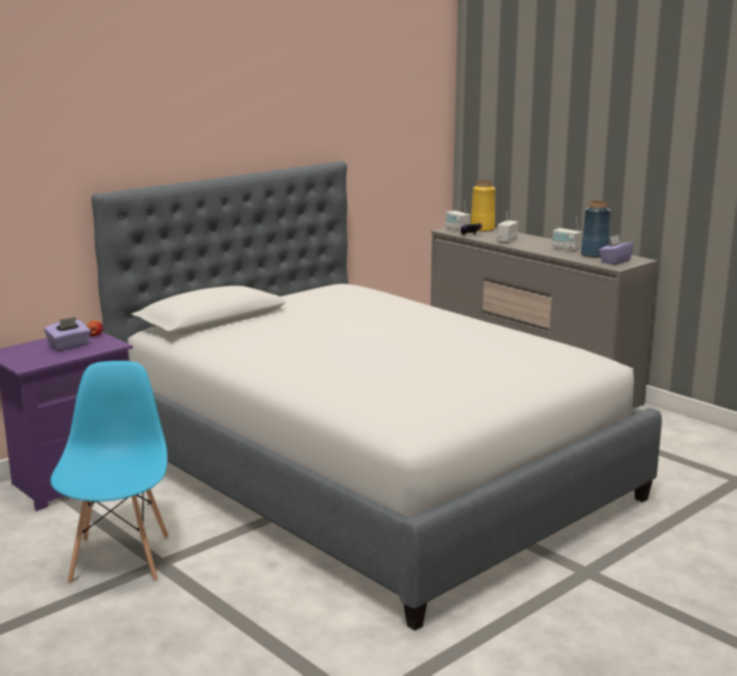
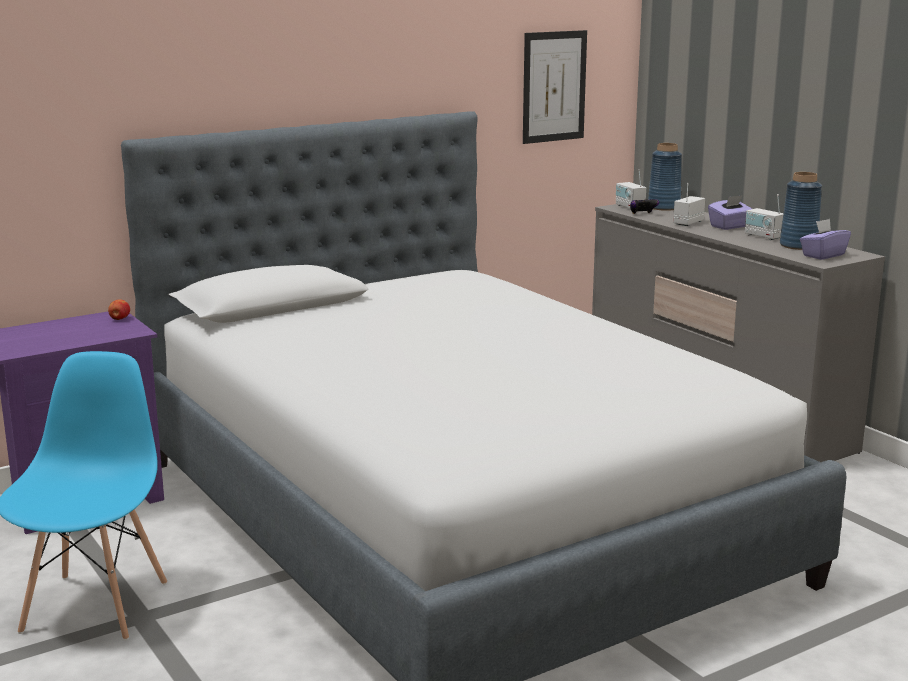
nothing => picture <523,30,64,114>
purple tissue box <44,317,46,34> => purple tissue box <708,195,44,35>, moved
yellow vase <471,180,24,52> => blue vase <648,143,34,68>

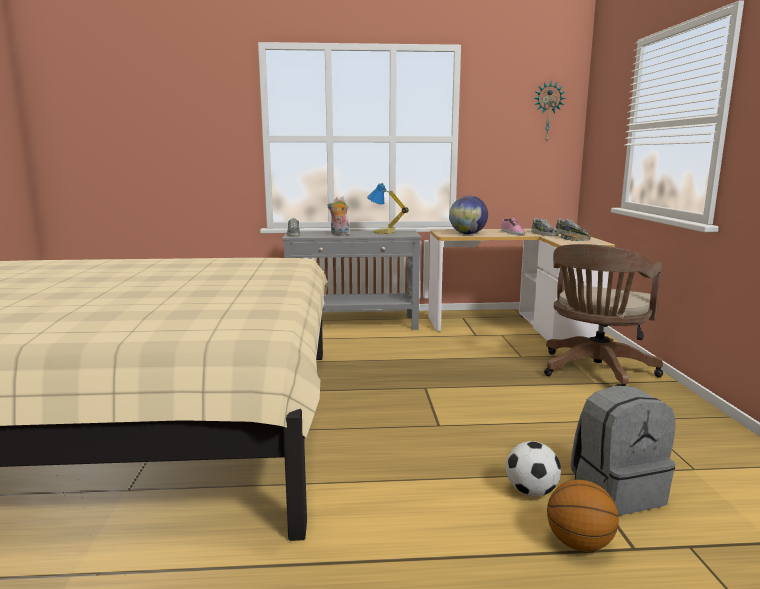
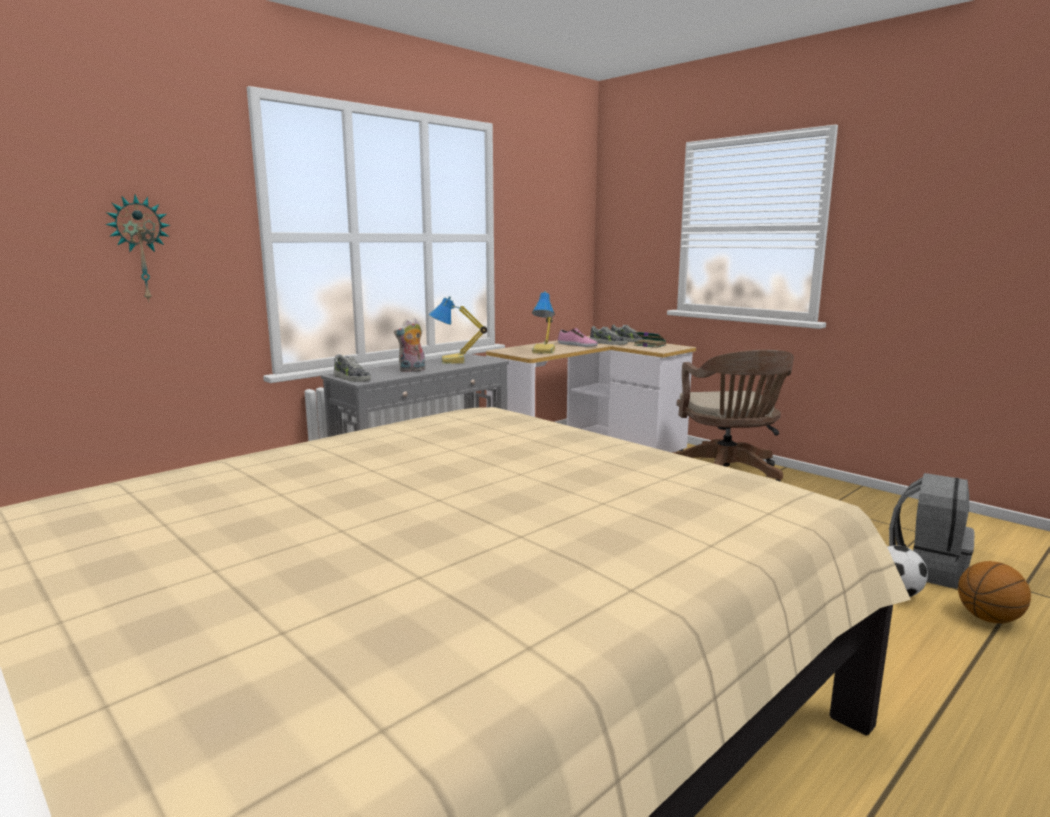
wall clock <534,82,32,61> => wall clock <105,194,65,109>, moved
globe <449,196,39,38> => table lamp <532,291,23,63>

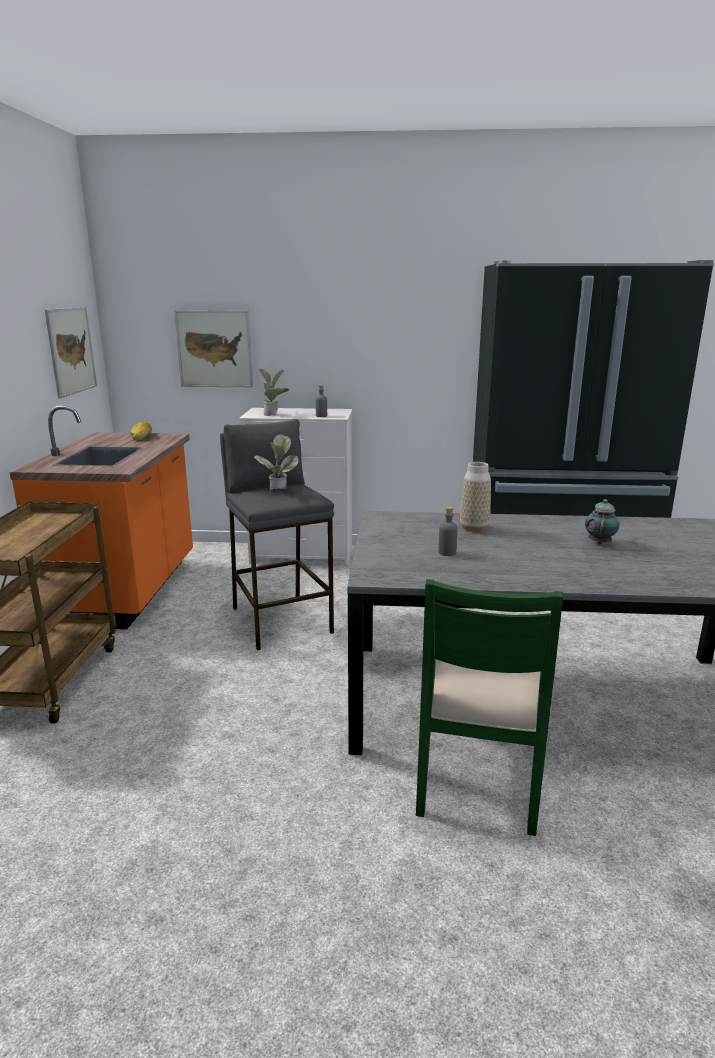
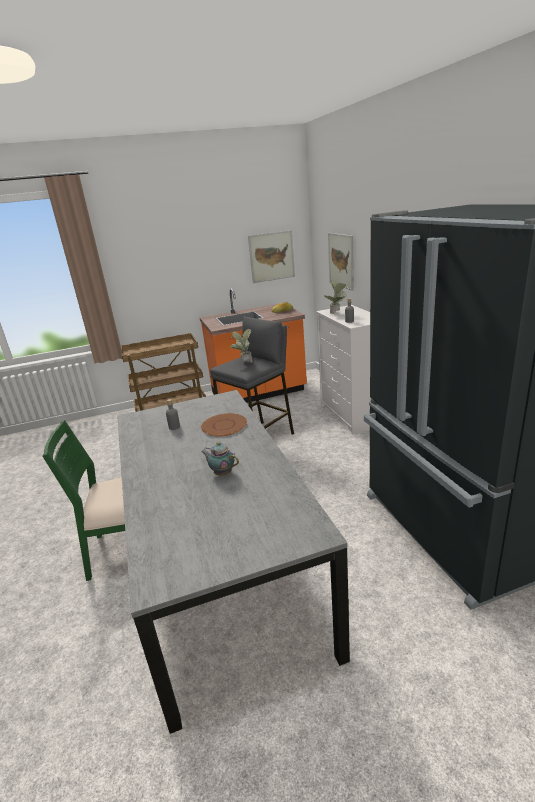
vase <460,462,31,70> => brown plate <201,413,46,23>
teapot <585,499,35,45> => teapot <201,442,38,34>, 150 degrees counterclockwise

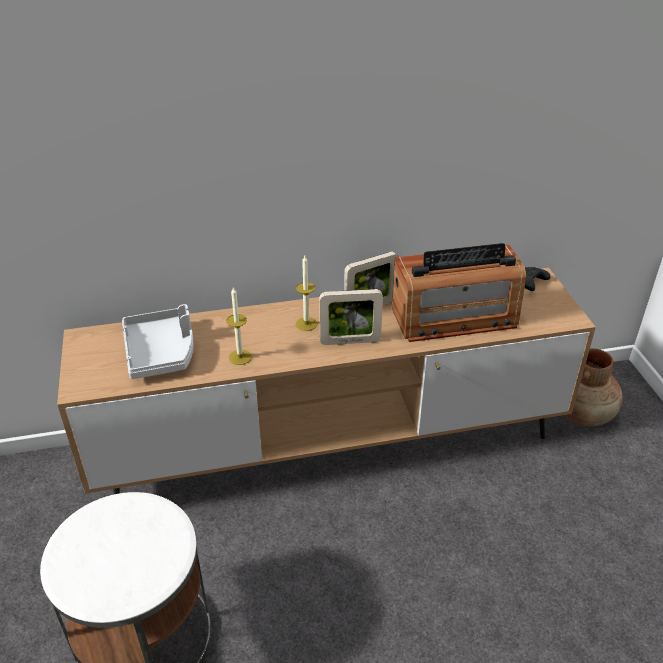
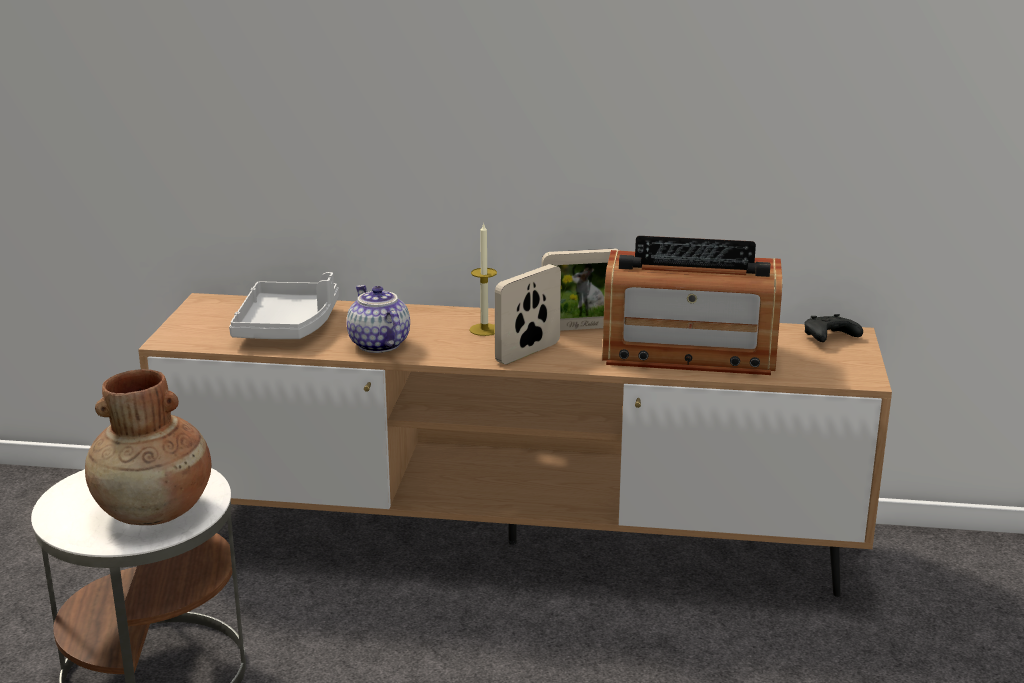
brown vase <565,348,58,78> => brown vase <85,369,126,156>, moved
candle <226,287,26,78> => teapot <347,285,63,68>
picture frame <319,289,64,56> => picture frame <495,264,66,100>, 120 degrees clockwise

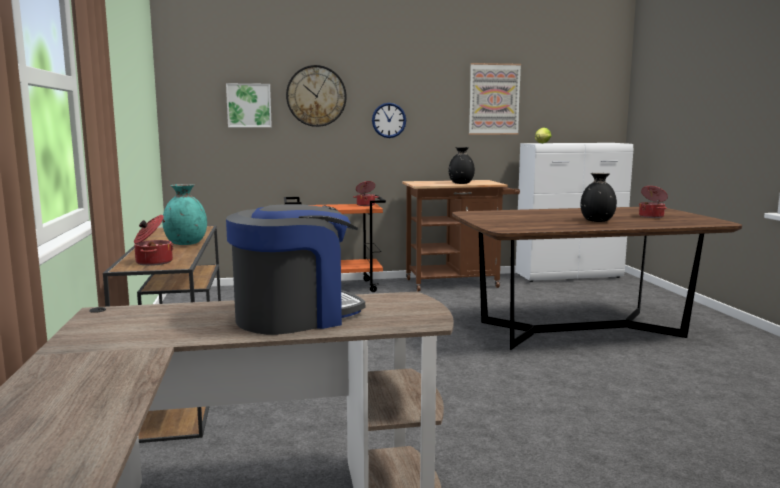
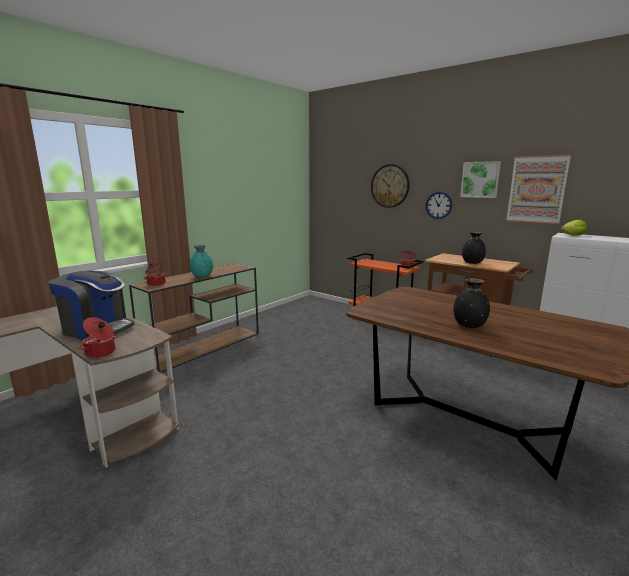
picture <226,83,46,44> => picture <460,161,41,37>, moved
cooking pot <639,186,29,32> => cooking pot <79,317,39,41>, moved

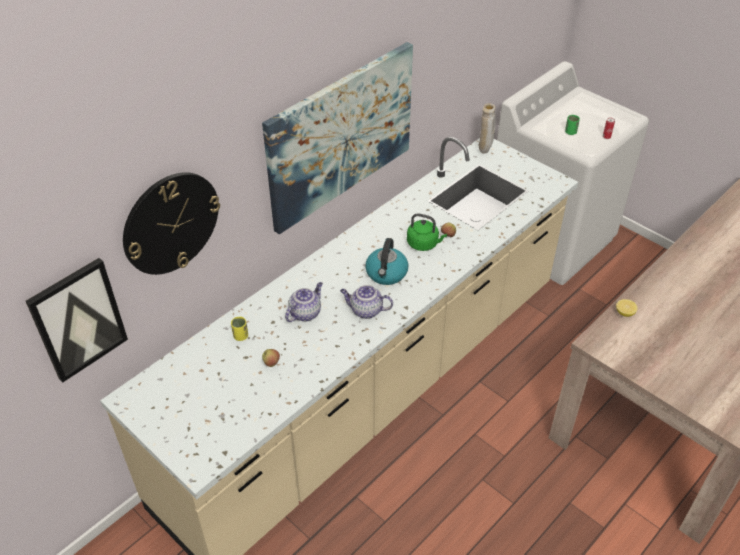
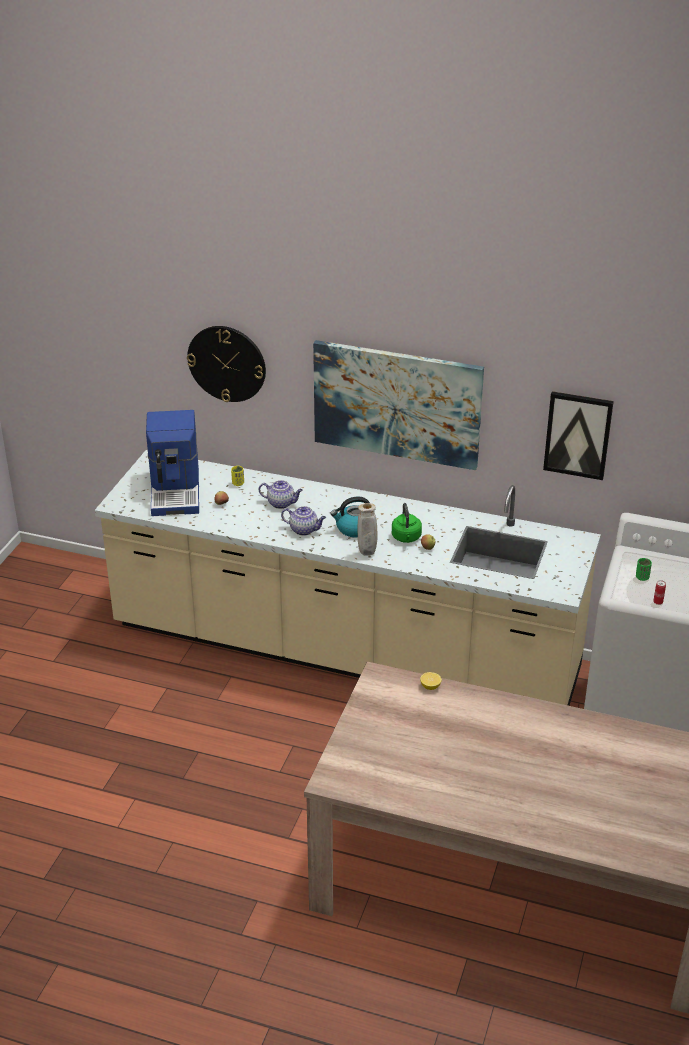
nothing => coffee machine <146,410,53,106>
picture <26,258,102,125> => picture <543,391,71,89>, moved
beige vase <479,103,17,51> => beige vase <358,503,19,53>, moved
teapot <340,285,53,34> => teapot <281,506,45,30>, 120 degrees clockwise

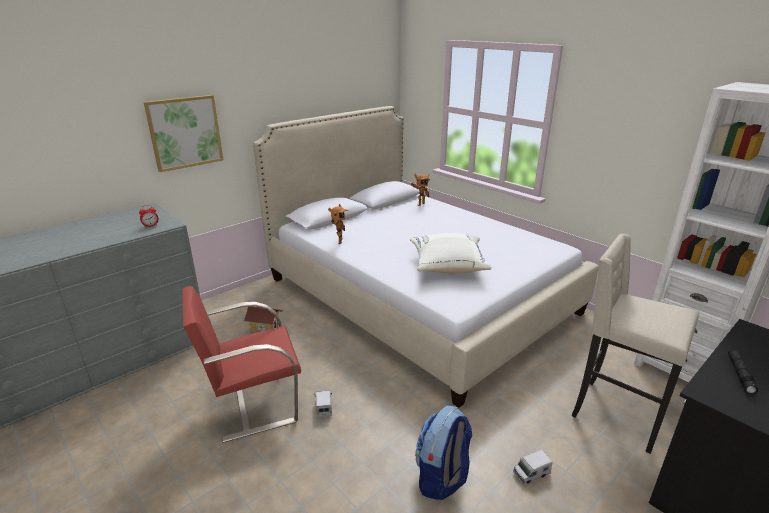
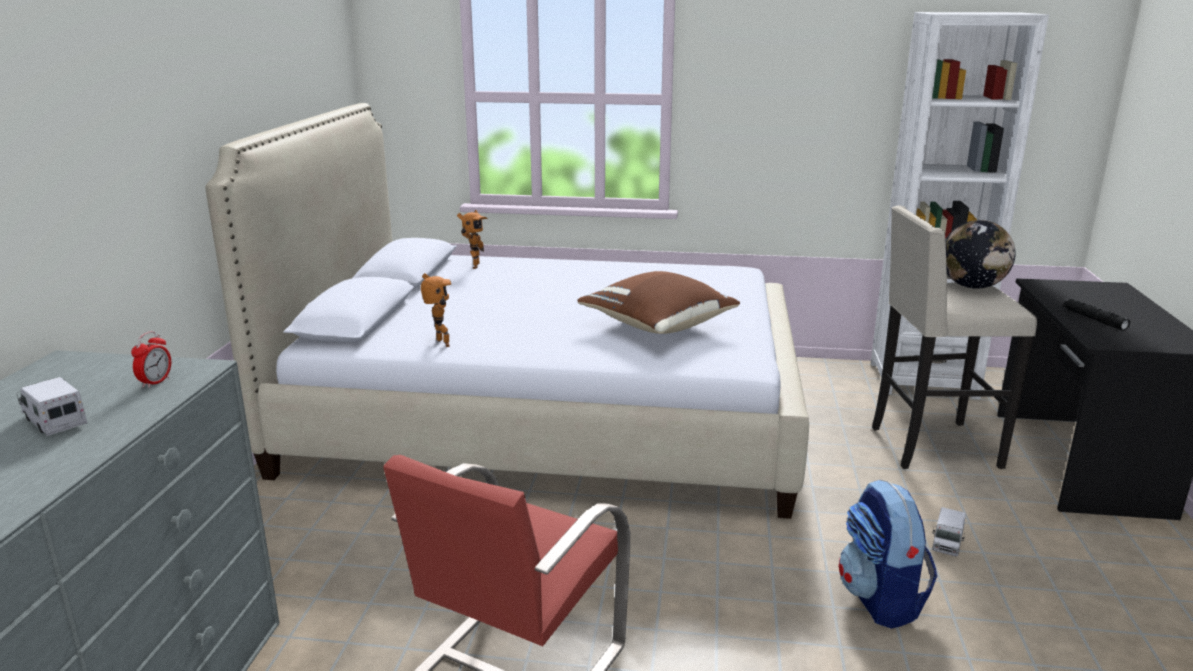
picture <144,95,79,77> => nothing
toy house <244,306,39,27> => nothing
nothing => globe <945,220,71,69>
toy truck <314,390,18,27> => toy truck <17,377,70,59>, moved
white pillow <410,233,82,41> => brown pillow <577,271,163,63>

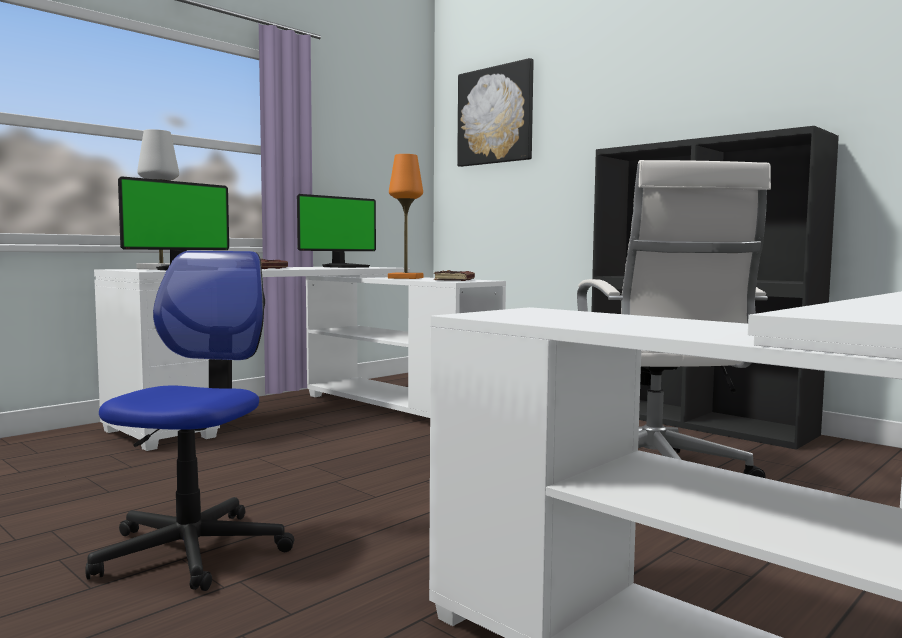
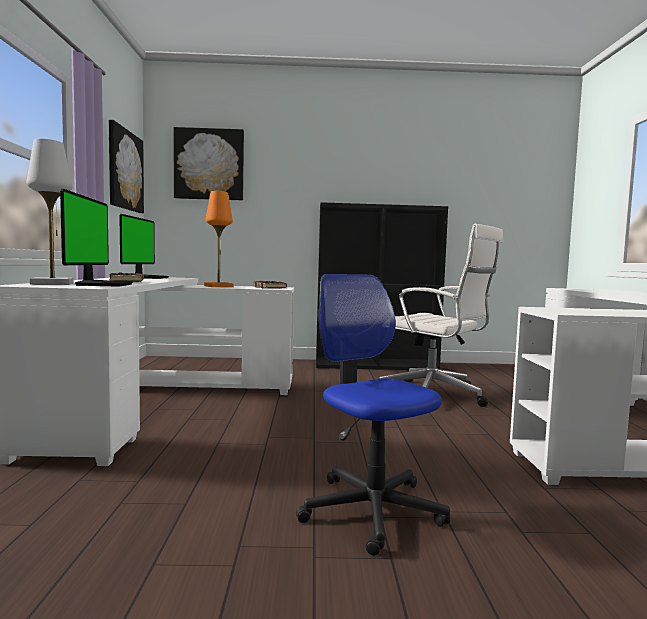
nothing => picture <109,120,35,93>

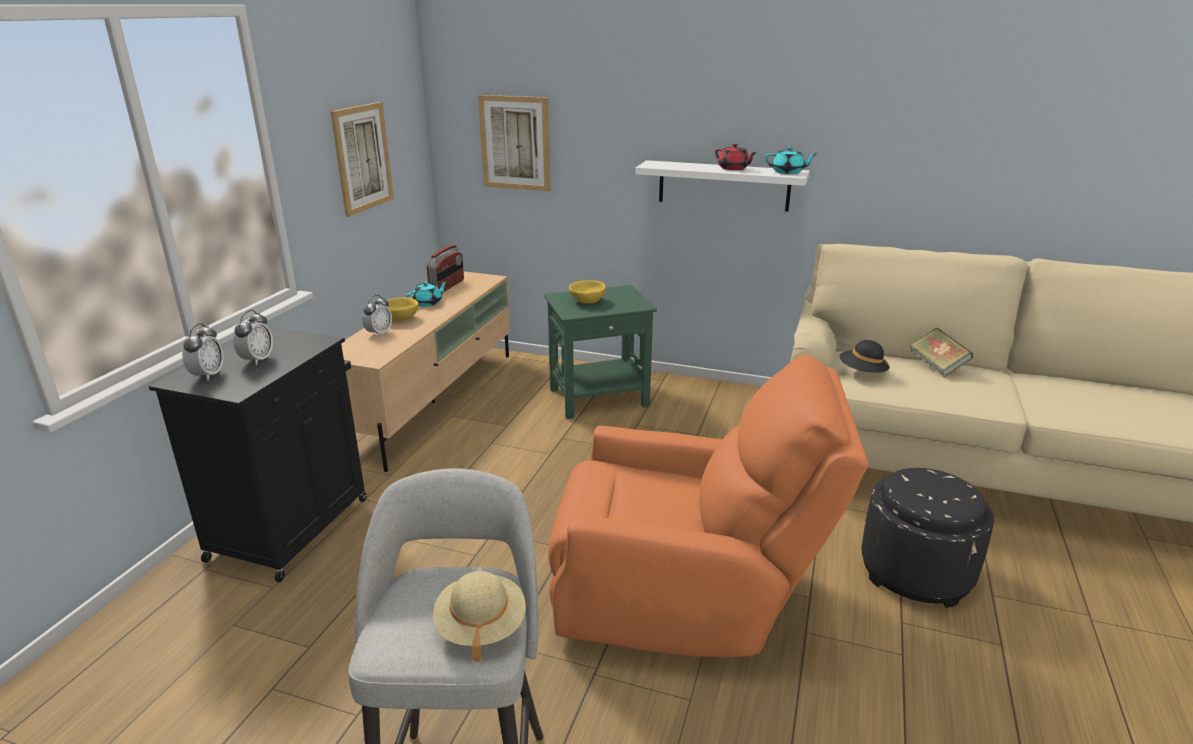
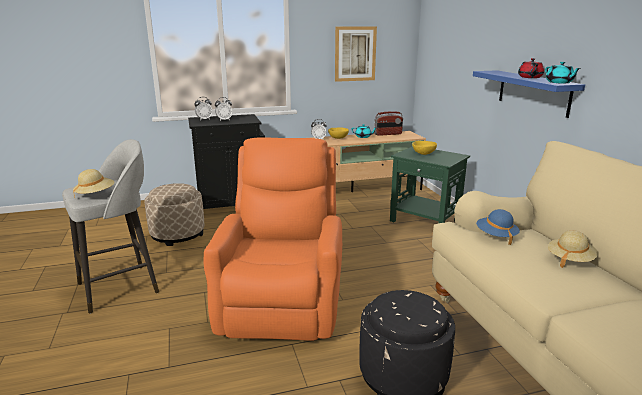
picture <478,95,73,96> => nothing
nothing => beige ottoman <144,183,60,63>
book <910,328,63,49> => beige hat <548,230,50,38>
white shelf <635,160,174,52> => blue shelf <473,70,112,48>
black hat <840,340,50,35> => blue hat <476,209,44,36>
orange armchair <548,355,321,302> => orange armchair <204,137,138,204>, 150 degrees counterclockwise

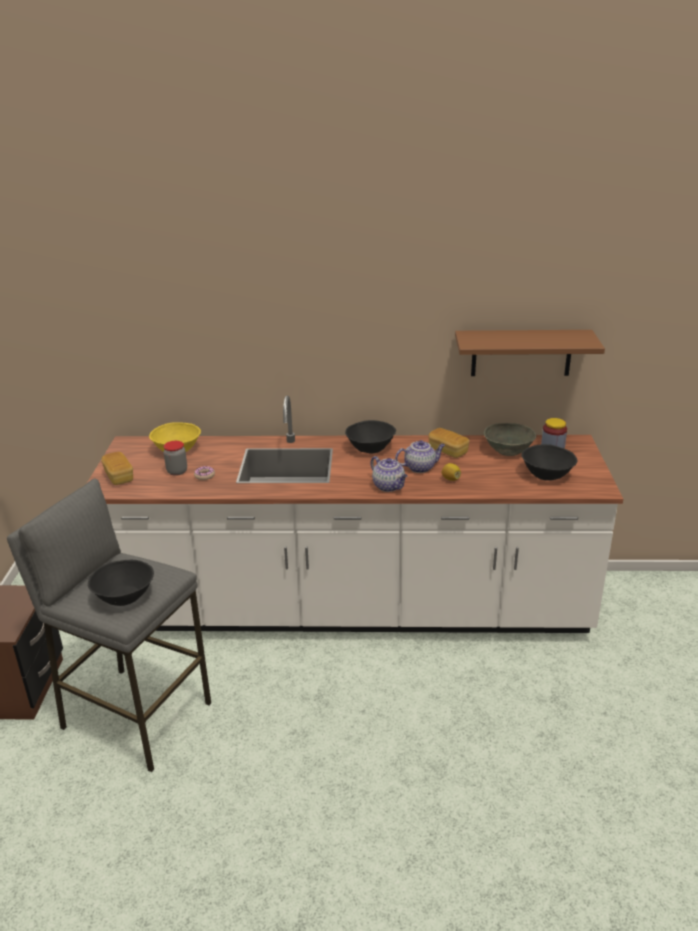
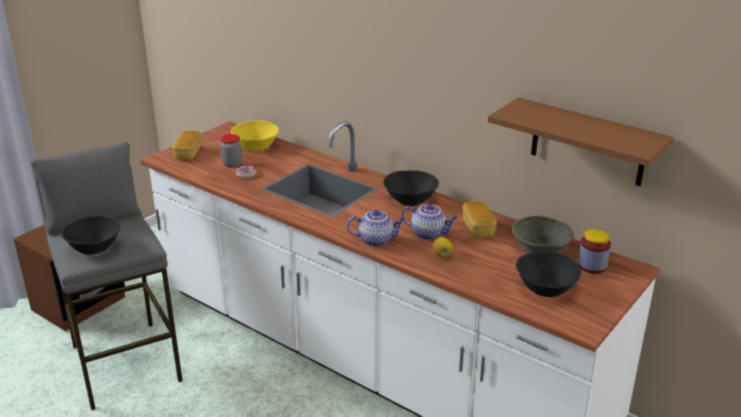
teapot <370,456,38,36> => teapot <347,210,58,36>, 90 degrees counterclockwise

